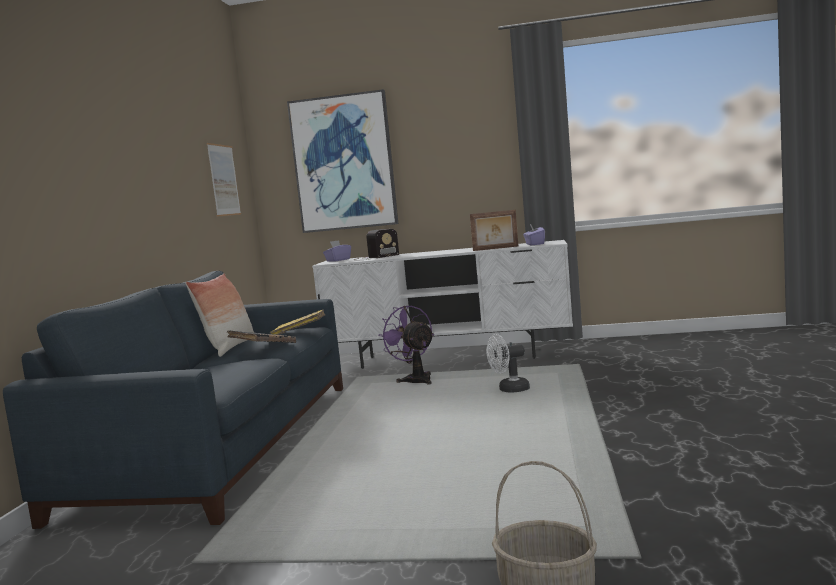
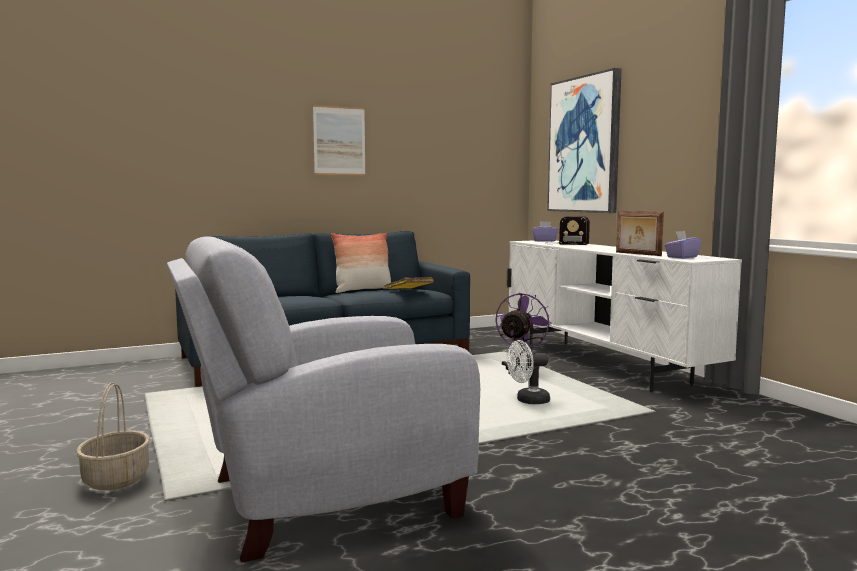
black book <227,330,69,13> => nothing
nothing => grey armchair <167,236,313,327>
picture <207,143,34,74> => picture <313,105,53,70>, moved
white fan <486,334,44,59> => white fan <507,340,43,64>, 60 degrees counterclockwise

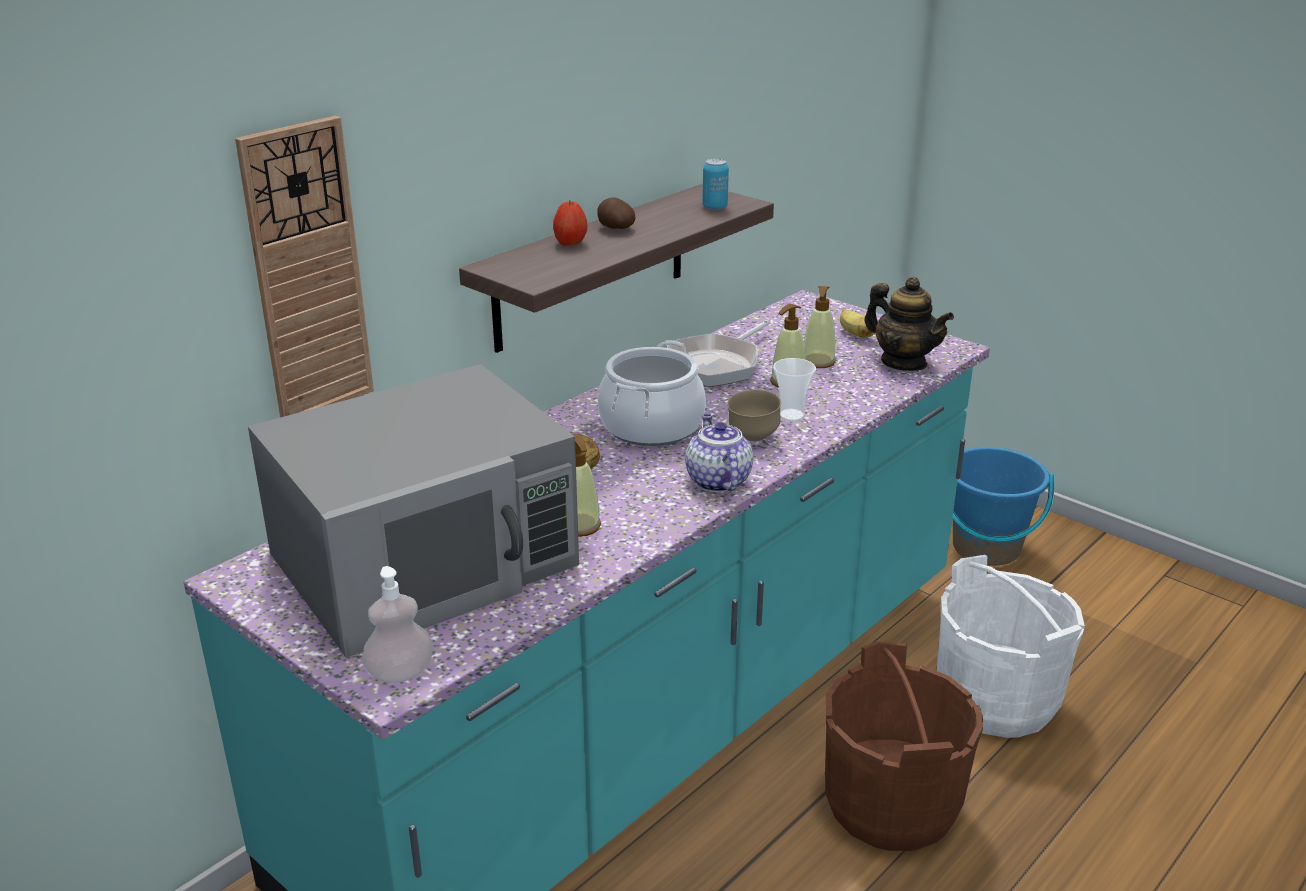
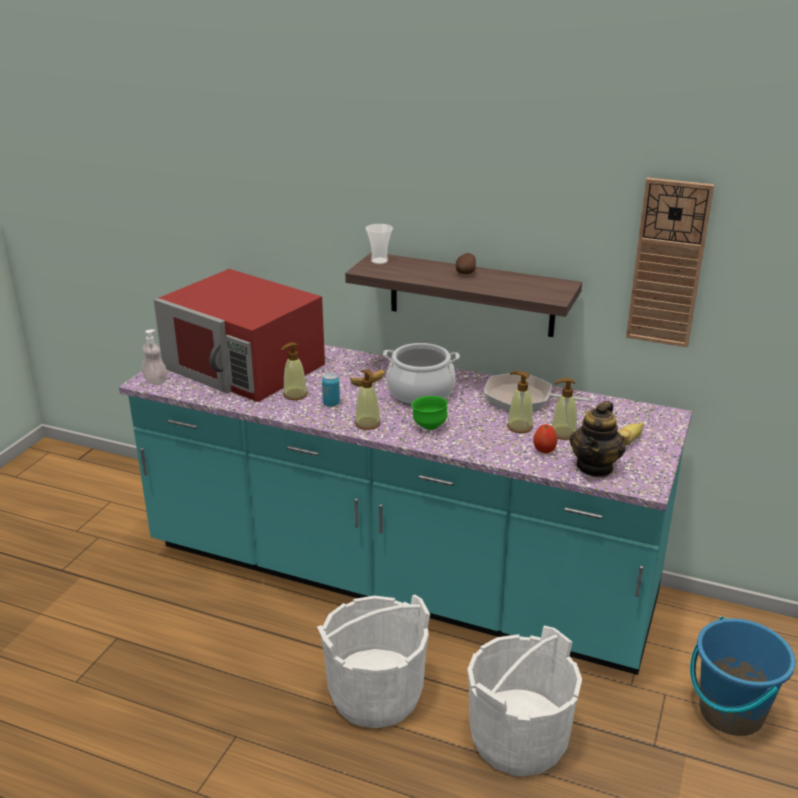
wall clock <235,116,139,301> => wall clock <626,178,88,169>, moved
apple <553,200,35,45> => apple <533,424,24,29>, moved
can <702,159,27,51> => can <322,373,18,34>, moved
cup <773,358,43,63> => cup <366,224,27,40>, moved
teapot <685,414,68,78> => soap dispenser <355,369,26,61>
grey microwave <248,364,331,294> => red microwave <154,269,171,133>
brown bowl <727,390,54,52> => green bowl <412,396,36,34>
brown bucket <825,642,158,209> => white bucket <317,595,113,133>

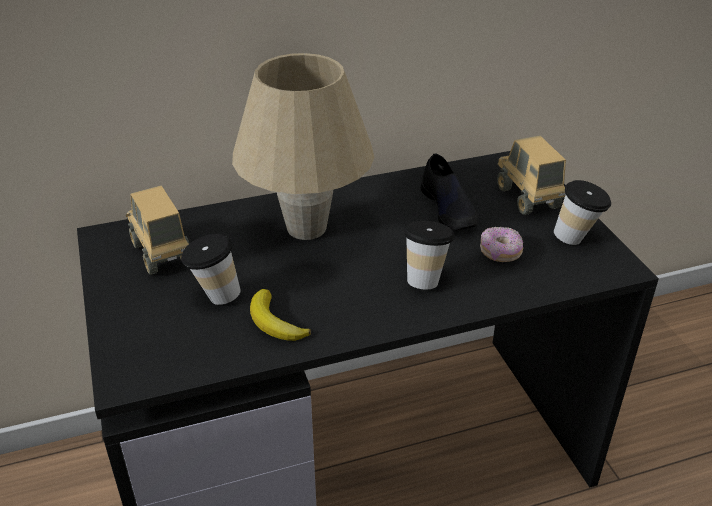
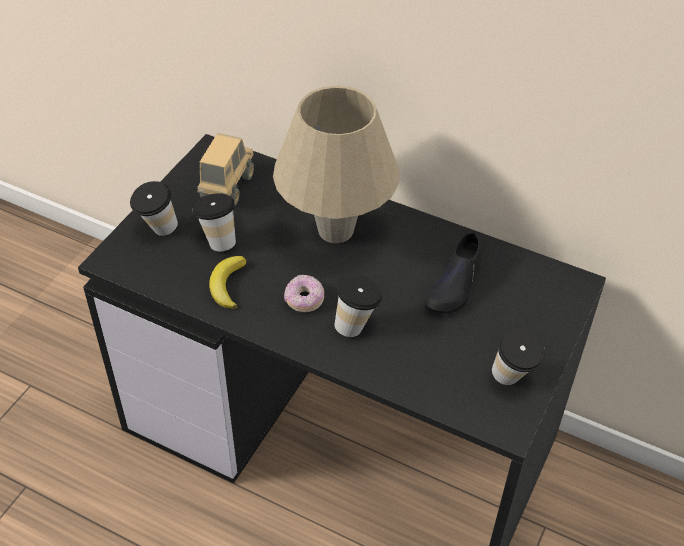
toy truck <497,136,69,79> => nothing
nothing => cup <130,181,48,55>
donut <480,227,43,35> => donut <284,275,40,37>, moved

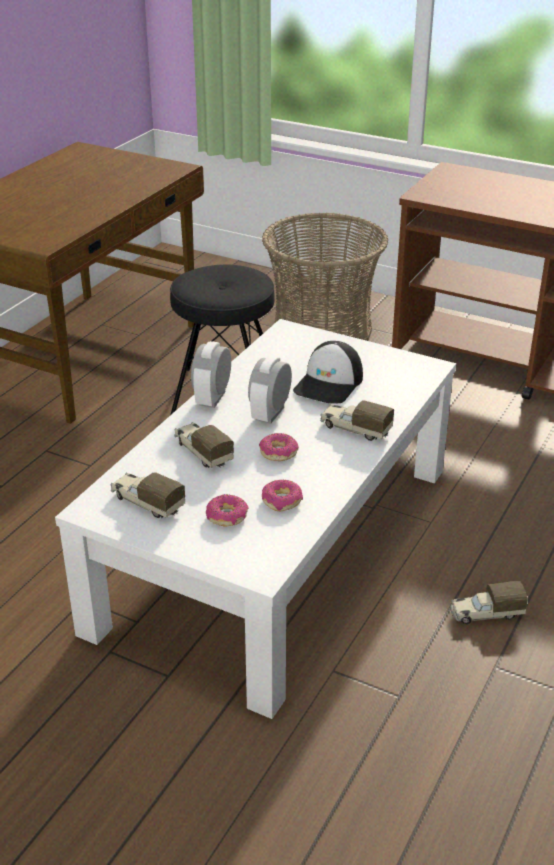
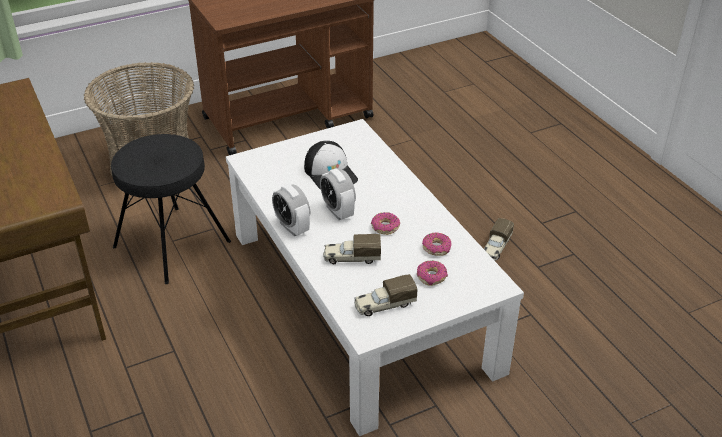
toy truck <320,400,74,41> => nothing

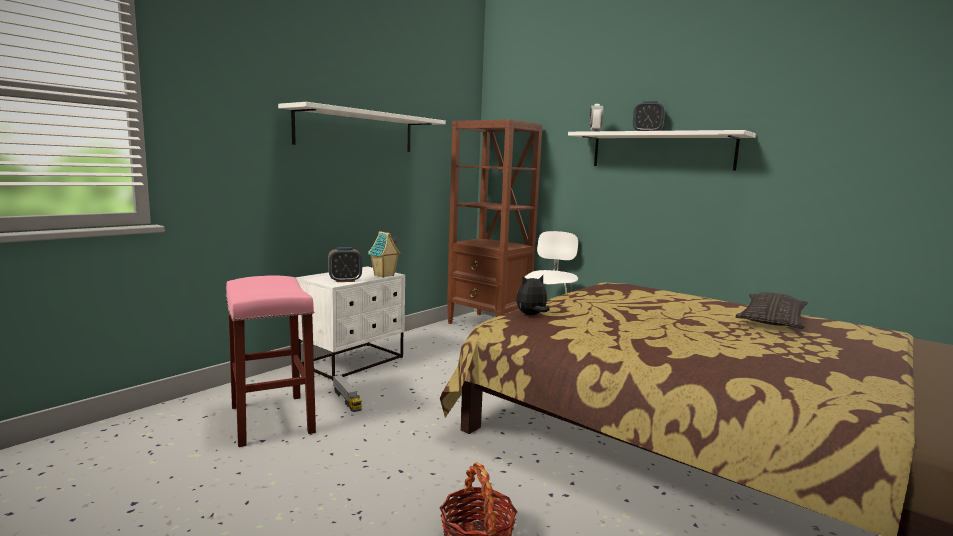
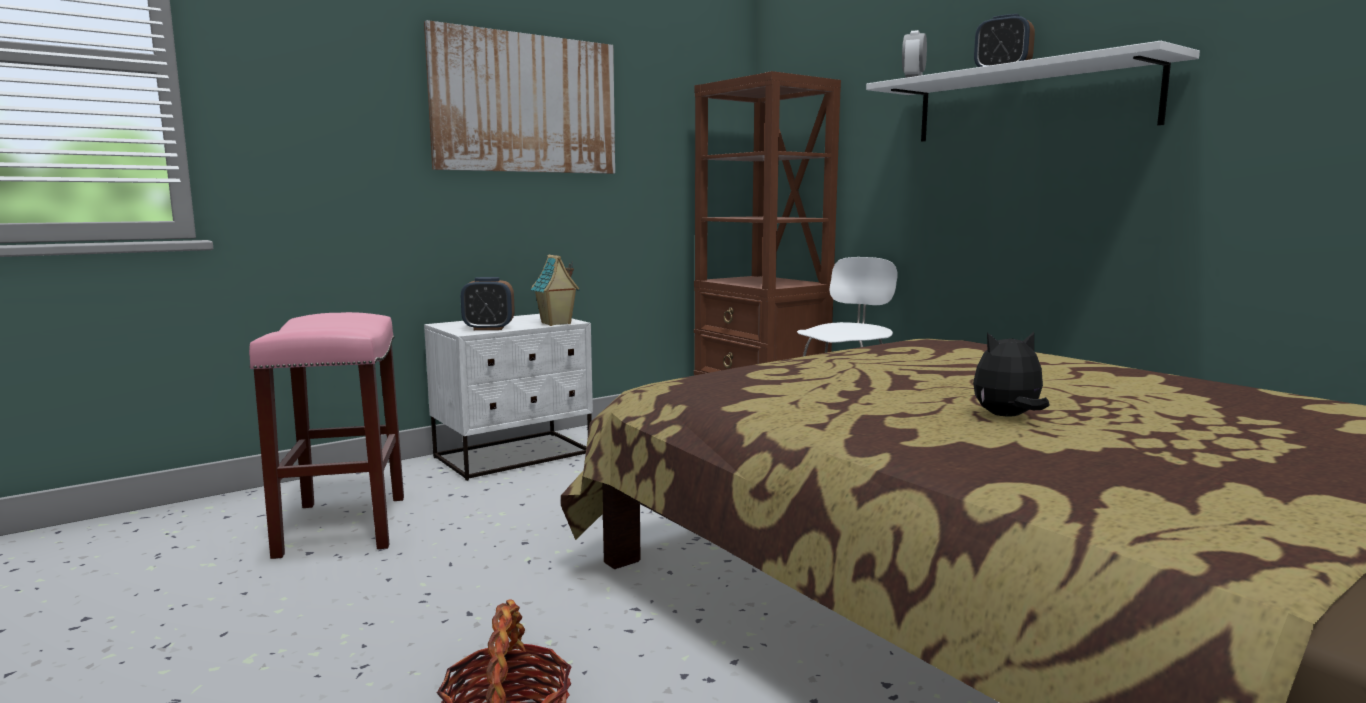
toy truck <333,375,29,37> => nothing
pillow <736,292,72,37> => nothing
plush toy <516,275,34,40> => plush toy <973,332,76,84>, moved
white shelf <278,102,168,50> => picture <424,20,191,154>

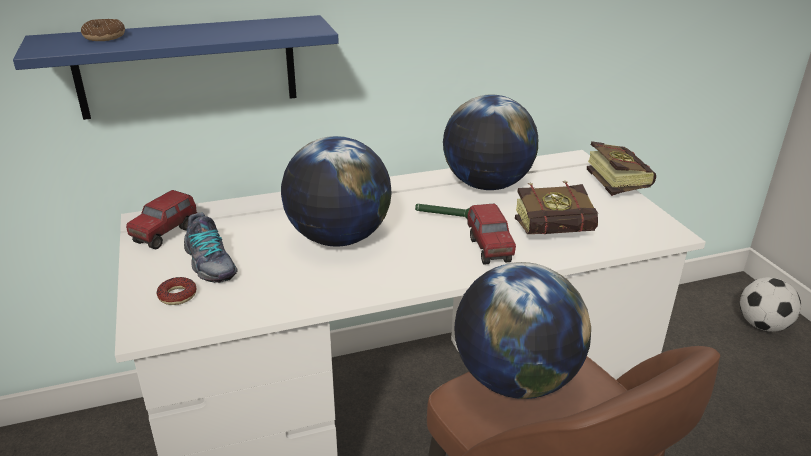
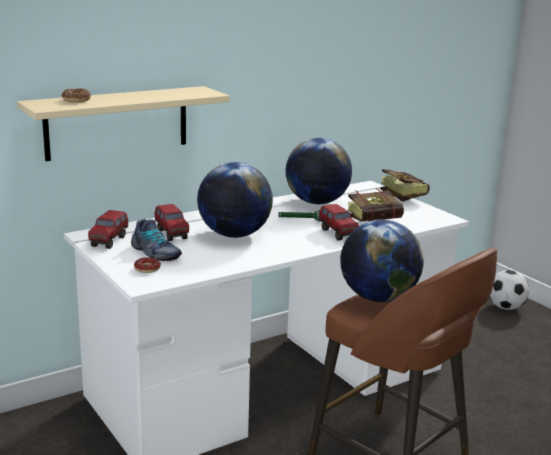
nothing => toy truck <154,204,35,37>
blue shelf <13,15,326,105> => beige shelf <17,86,213,75>

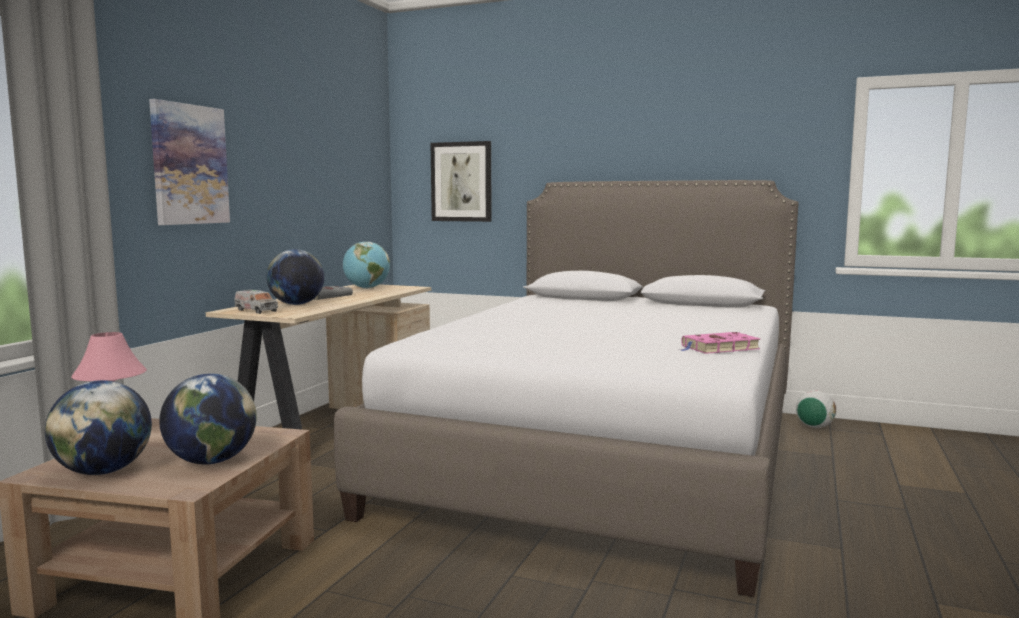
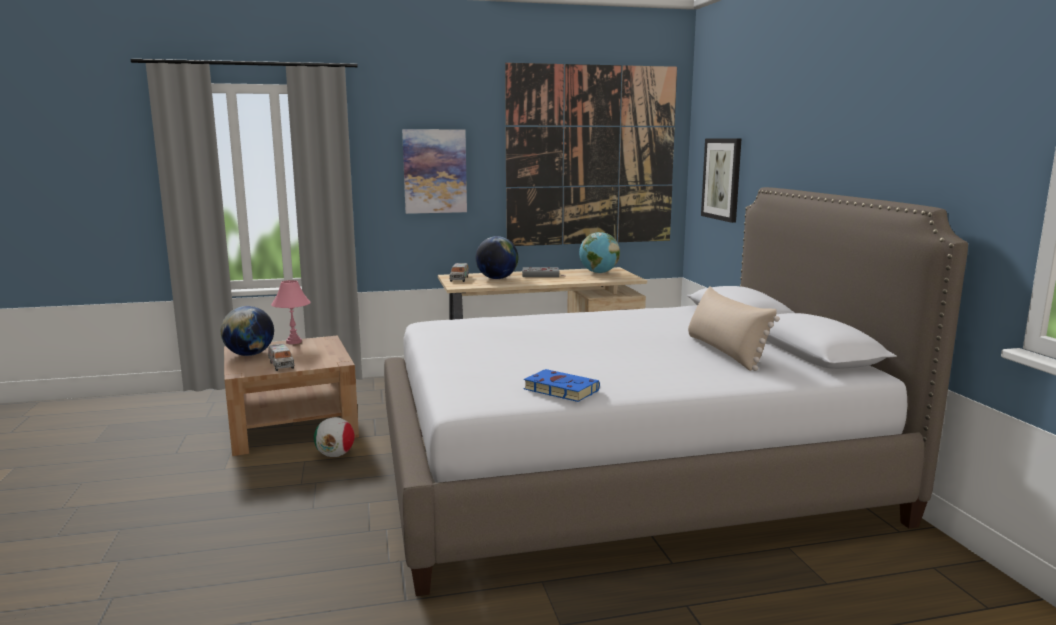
nothing => picture <505,63,172,183>
nothing => beige pillow <688,286,92,85>
football <796,390,40,38> => football <314,417,41,40>, moved
globe <159,374,98,90> => toy truck <268,344,27,27>
pink book <681,332,79,22> => blue book <524,369,76,33>

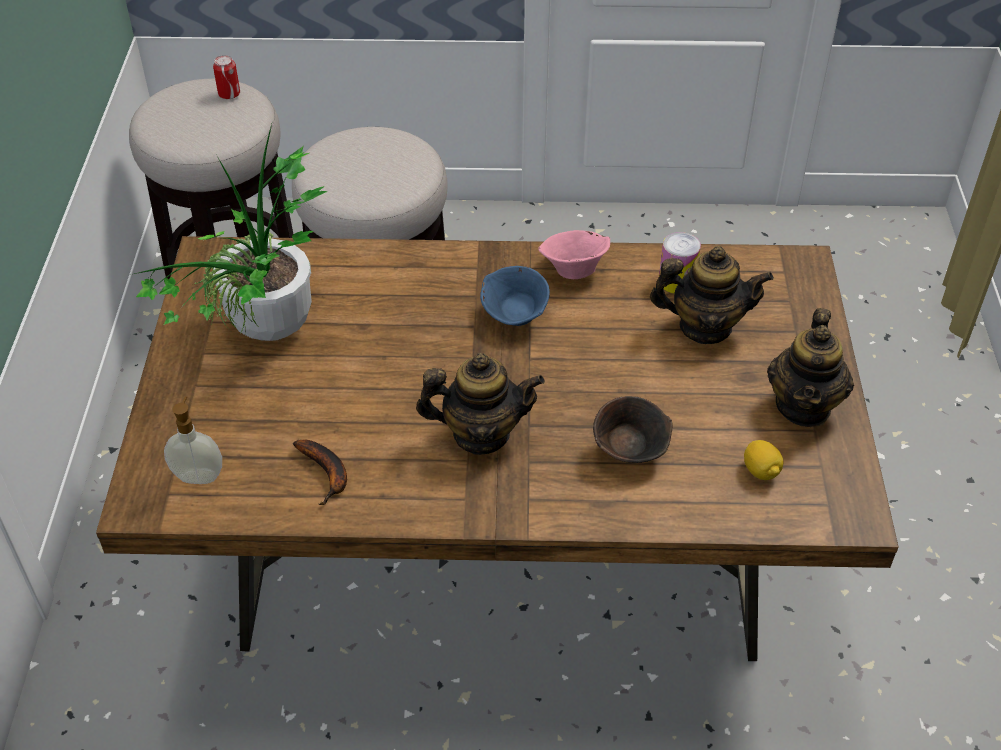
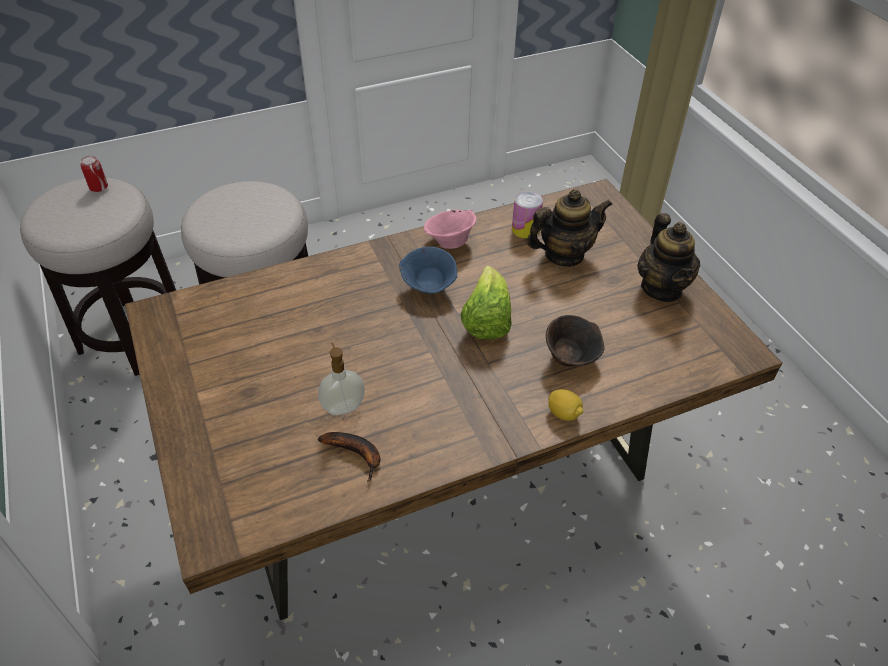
potted plant <135,124,193,217> => nothing
teapot <416,353,129,102> => nothing
nothing => lettuce <460,266,52,74>
soap dispenser <164,396,58,88> => soap dispenser <318,343,47,72>, moved
lemon <744,440,39,40> => lemon <548,389,36,32>, moved

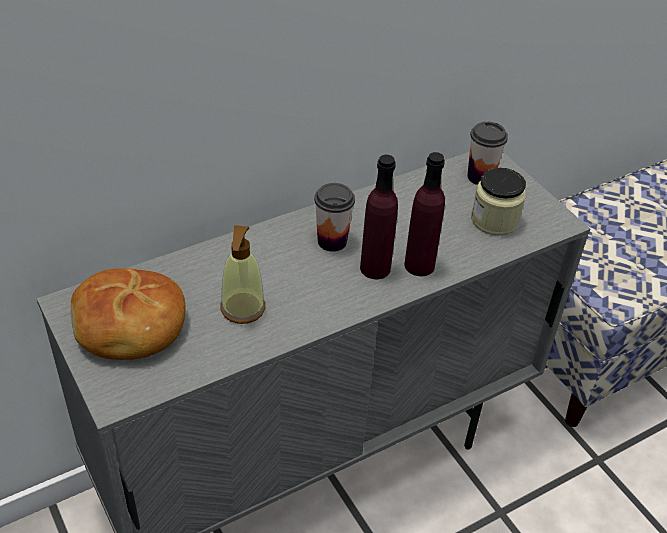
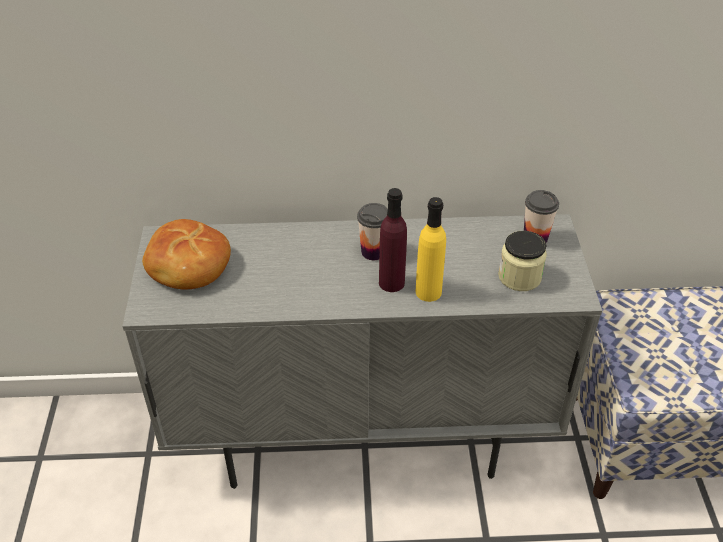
soap dispenser <220,225,45,99> => nothing
purple bottle <404,152,41,124> => yellow bottle <416,197,30,105>

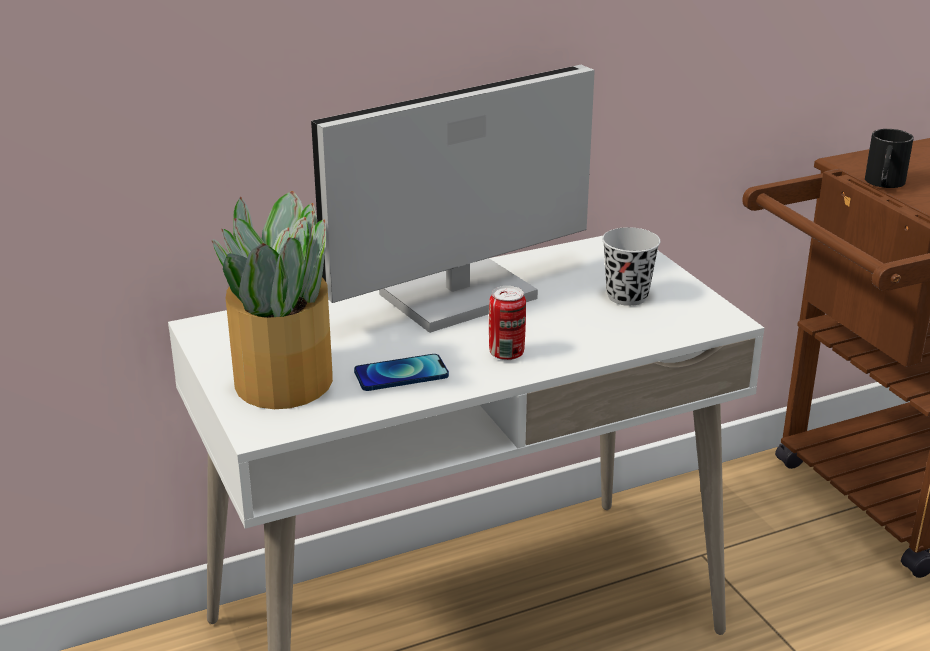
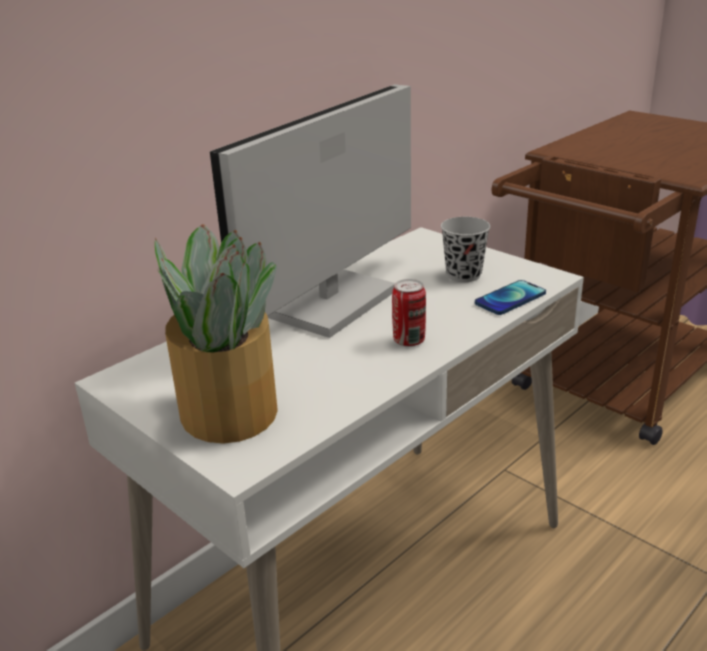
black mug <865,129,49,59> => nothing
phone <354,354,95,37> => phone <475,280,71,35>, moved

